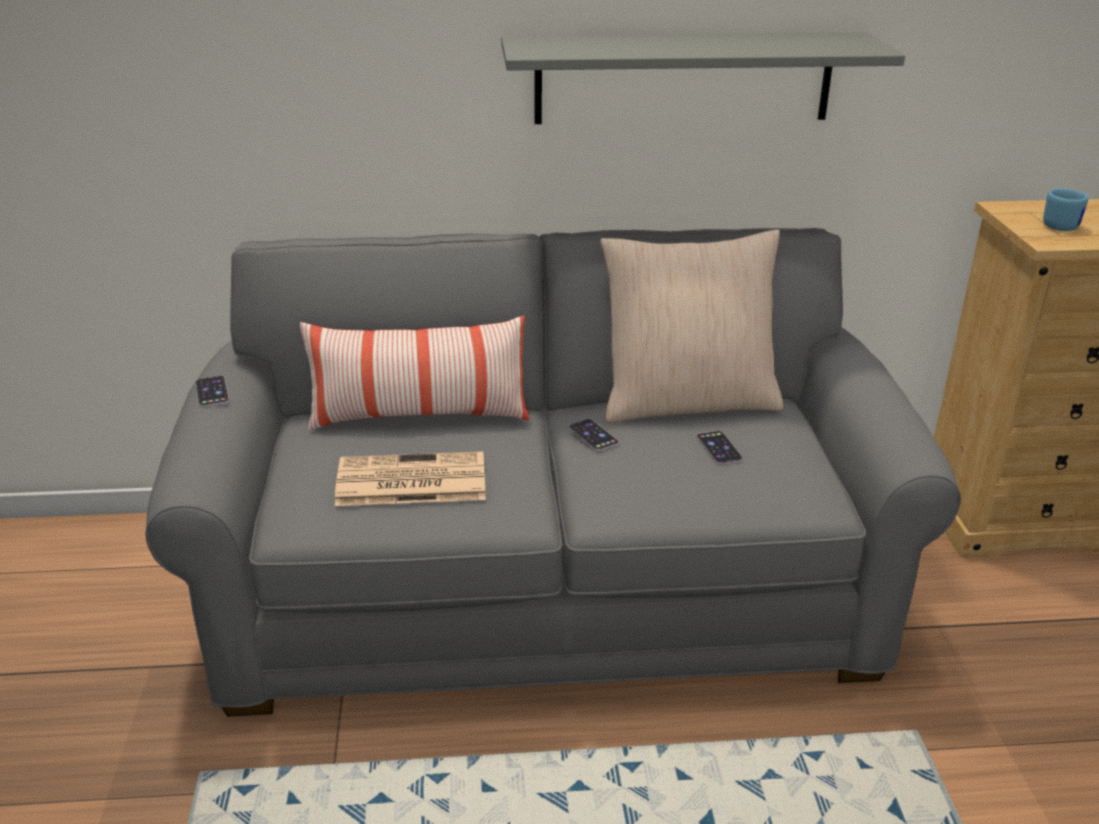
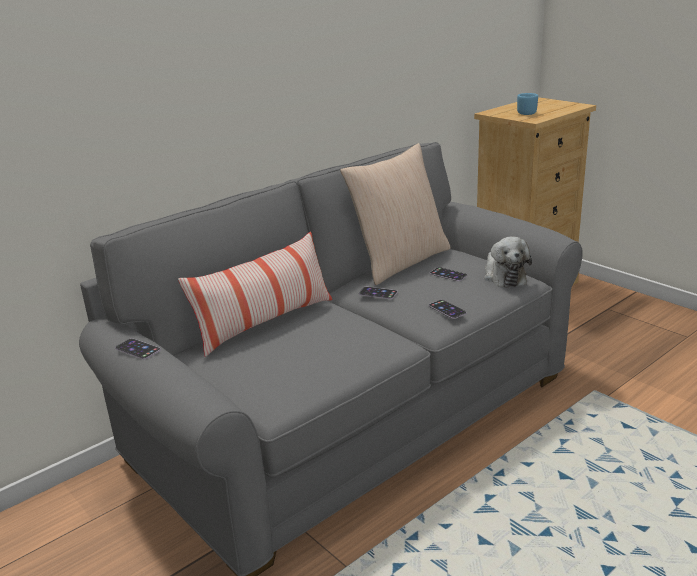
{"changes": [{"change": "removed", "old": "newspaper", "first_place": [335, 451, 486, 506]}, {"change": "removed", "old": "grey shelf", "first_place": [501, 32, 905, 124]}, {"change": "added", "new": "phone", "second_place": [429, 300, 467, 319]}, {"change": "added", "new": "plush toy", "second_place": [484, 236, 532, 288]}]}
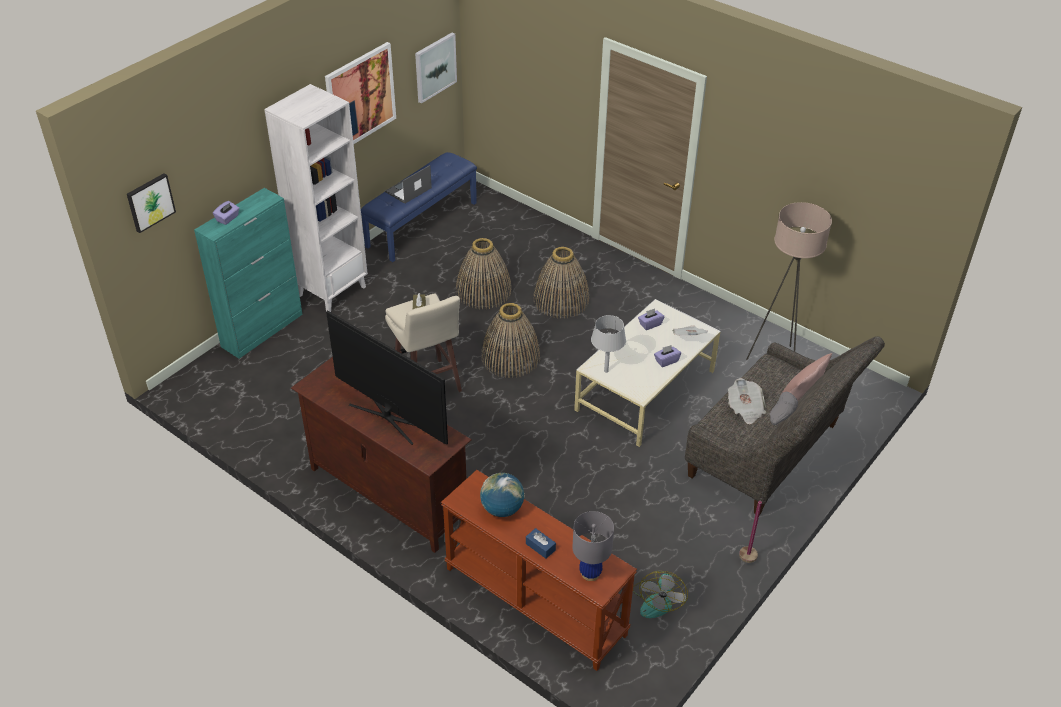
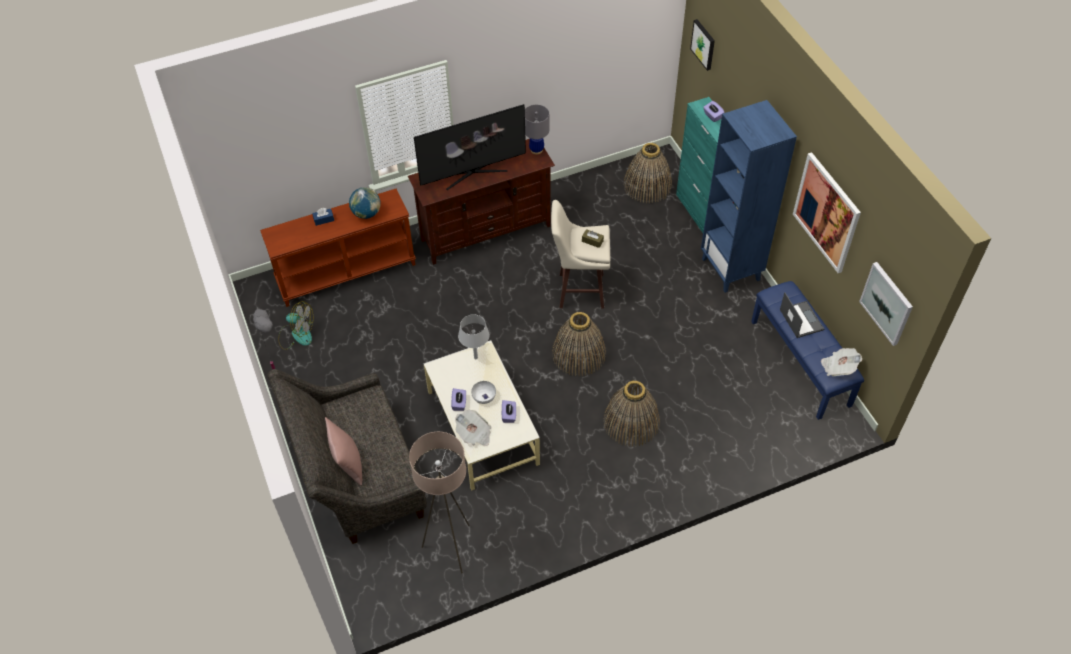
{"changes": [{"change": "added", "new": "white bowl", "second_place": [471, 381, 496, 404]}, {"change": "moved", "old": "basket", "first_place": [456, 238, 512, 309], "second_place": [624, 143, 672, 204]}, {"change": "moved", "old": "grey table lamp", "first_place": [573, 511, 614, 581], "second_place": [525, 105, 549, 154]}, {"change": "moved", "old": "newspaper", "first_place": [728, 378, 766, 424], "second_place": [821, 348, 862, 376]}, {"change": "recoloured", "old": "white bookcase", "new": "blue bookcase", "first_place": [264, 84, 368, 312], "second_place": [701, 100, 797, 293]}, {"change": "turned", "old": "fan", "first_place": [633, 571, 688, 618], "second_place": [278, 301, 313, 350], "degrees": 150}]}
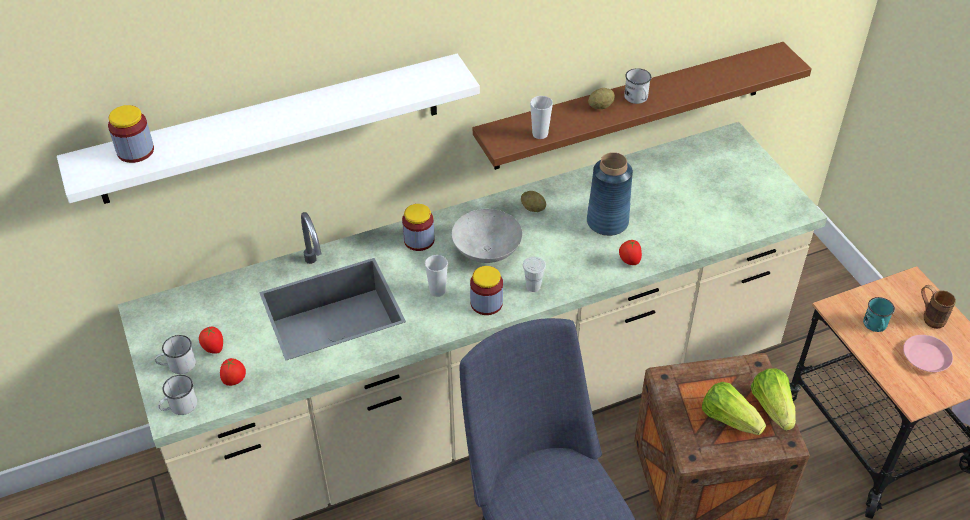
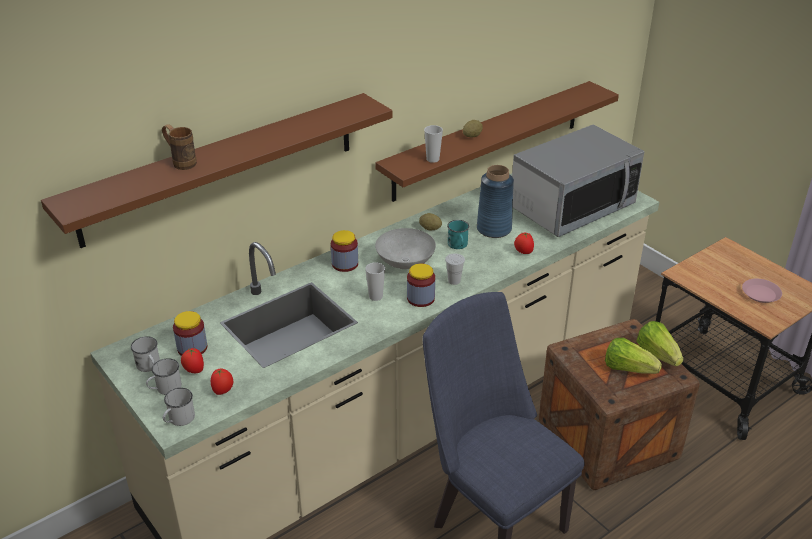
{"changes": [{"change": "added", "new": "microwave", "second_place": [512, 125, 644, 237]}, {"change": "moved", "old": "jar", "first_place": [108, 105, 154, 163], "second_place": [173, 311, 207, 356]}, {"change": "moved", "old": "white mug", "first_place": [624, 68, 652, 104], "second_place": [131, 336, 160, 372]}, {"change": "moved", "old": "turquoise mug", "first_place": [863, 297, 895, 332], "second_place": [447, 220, 469, 249]}, {"change": "moved", "old": "brown mug", "first_place": [921, 285, 956, 329], "second_place": [162, 124, 197, 170]}, {"change": "recoloured", "old": "white shelf", "new": "brown shelf", "first_place": [57, 54, 480, 204], "second_place": [41, 93, 393, 248]}]}
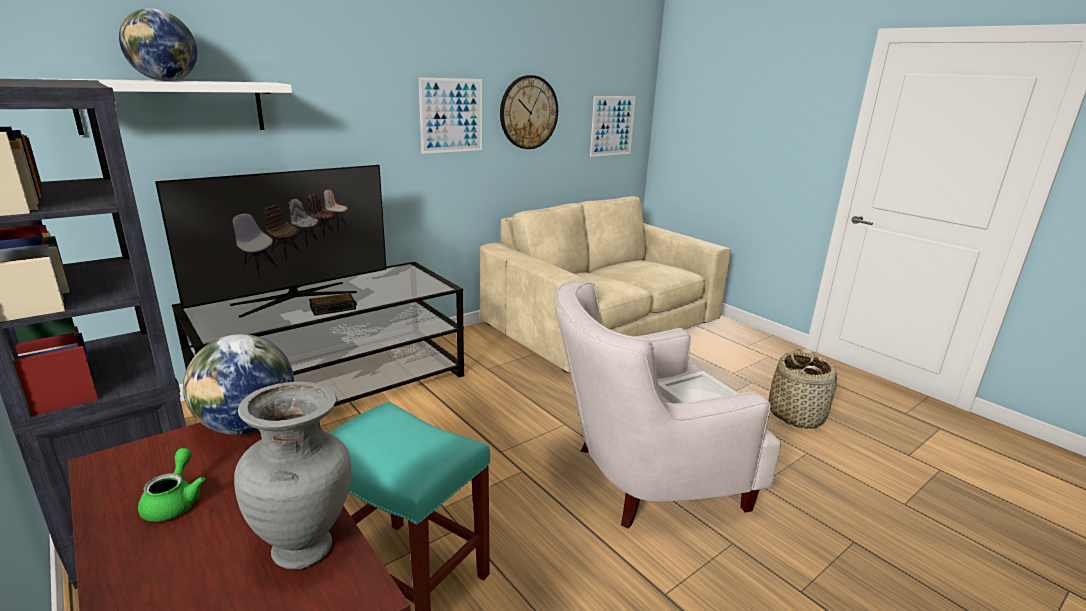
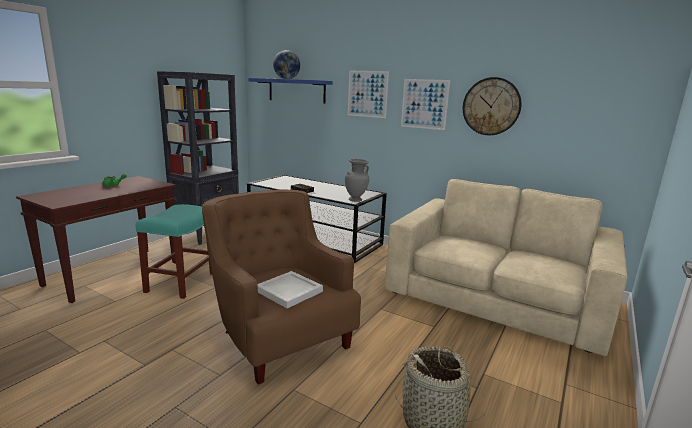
{"changes": [{"change": "removed", "old": "television", "first_place": [155, 165, 386, 318]}, {"change": "removed", "old": "globe", "first_place": [183, 334, 294, 435]}, {"change": "moved", "old": "grey vase", "first_place": [234, 382, 351, 569], "second_place": [345, 159, 369, 202]}, {"change": "moved", "old": "picture", "first_place": [590, 96, 636, 157], "second_place": [348, 71, 389, 118]}, {"change": "recoloured", "old": "white shelf", "new": "blue shelf", "first_place": [39, 78, 292, 135], "second_place": [248, 78, 333, 104]}, {"change": "recoloured", "old": "white armchair", "new": "brown armchair", "first_place": [555, 281, 781, 529], "second_place": [202, 190, 361, 384]}]}
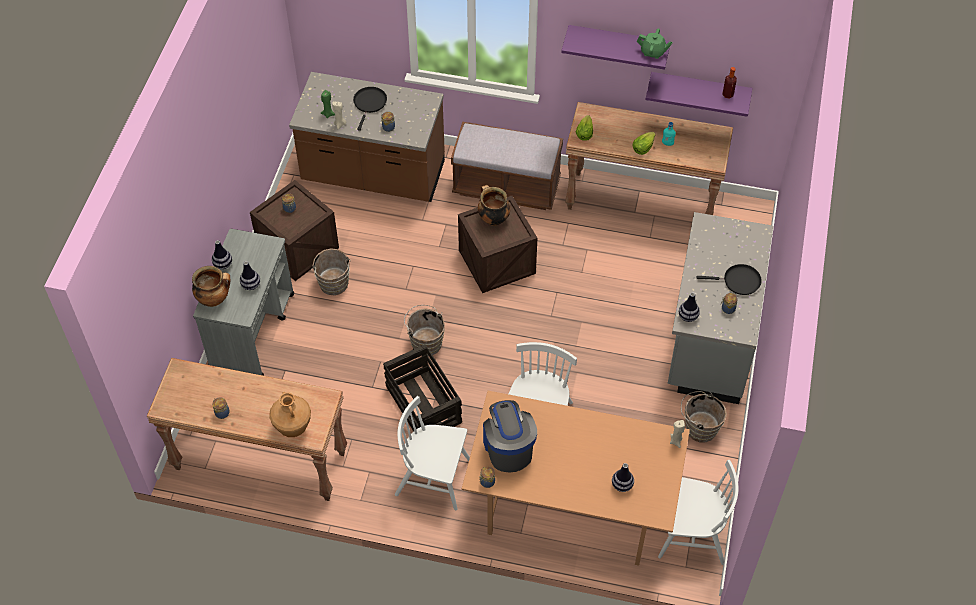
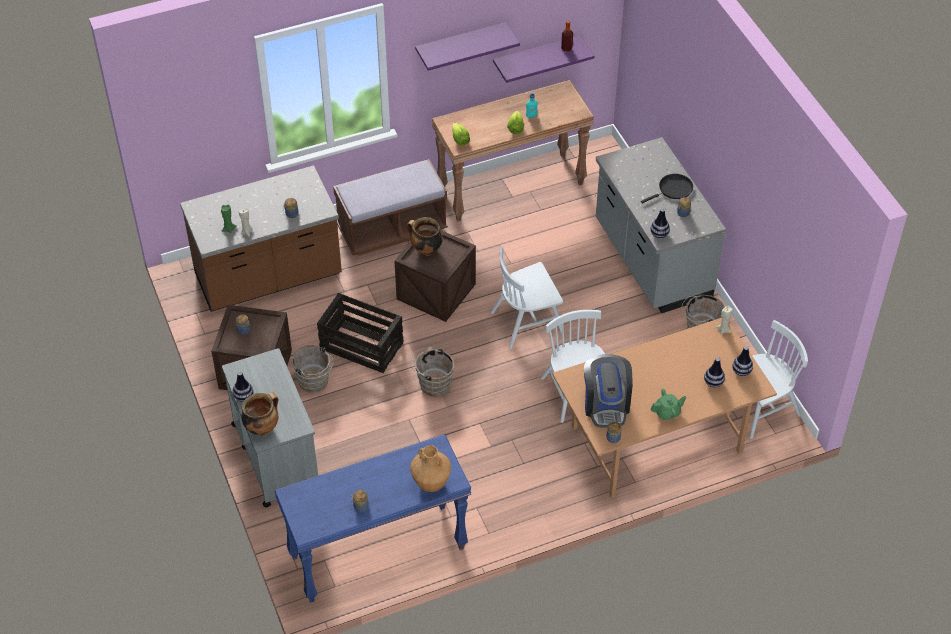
{"changes": [{"change": "removed", "old": "black frying pan", "first_place": [353, 87, 387, 131]}, {"change": "moved", "old": "vase", "first_place": [240, 261, 260, 290], "second_place": [732, 346, 753, 376]}, {"change": "moved", "old": "crate", "first_place": [383, 344, 462, 431], "second_place": [317, 293, 403, 373]}, {"change": "moved", "old": "white chair", "first_place": [395, 396, 470, 510], "second_place": [491, 246, 563, 349]}, {"change": "moved", "old": "green teapot", "first_place": [637, 28, 672, 59], "second_place": [651, 389, 686, 420]}, {"change": "recoloured", "old": "brown console table", "new": "blue console table", "first_place": [147, 358, 347, 501], "second_place": [275, 434, 471, 603]}, {"change": "turned", "old": "coffee machine", "first_place": [483, 400, 537, 473], "second_place": [584, 354, 632, 428], "degrees": -135}]}
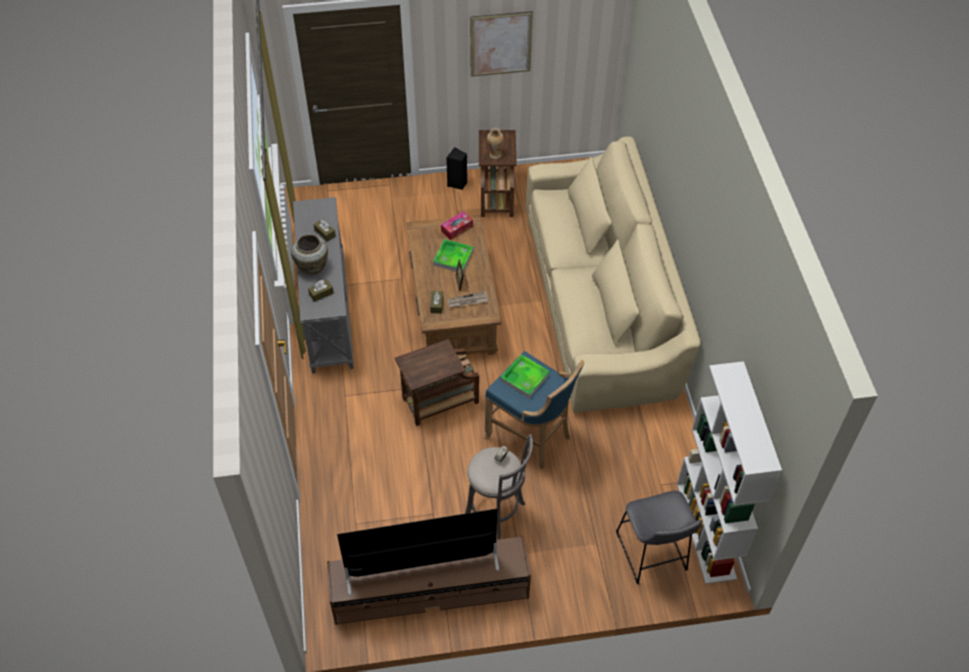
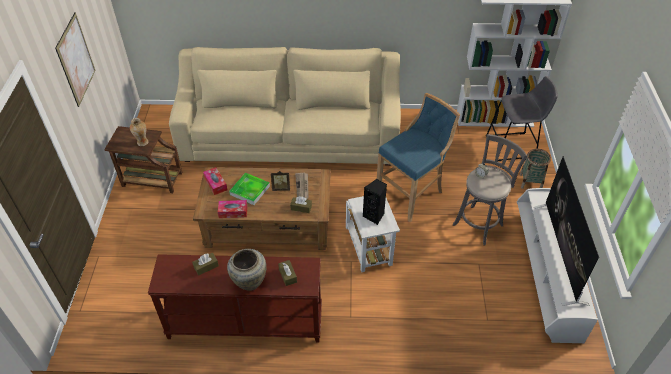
{"changes": [{"change": "removed", "old": "tray", "first_place": [500, 354, 550, 398]}, {"change": "added", "new": "tissue box", "second_place": [218, 200, 247, 218]}, {"change": "added", "new": "basket", "second_place": [520, 149, 551, 189]}, {"change": "moved", "old": "black speaker", "first_place": [446, 147, 467, 190], "second_place": [363, 179, 387, 225]}, {"change": "recoloured", "old": "grey console table", "new": "brown console table", "first_place": [293, 197, 354, 374], "second_place": [148, 254, 322, 343]}, {"change": "recoloured", "old": "brown tv stand", "new": "white tv stand", "first_place": [327, 535, 531, 625], "second_place": [517, 188, 598, 343]}, {"change": "recoloured", "old": "brown side table", "new": "white side table", "first_place": [395, 339, 479, 426], "second_place": [346, 196, 400, 272]}]}
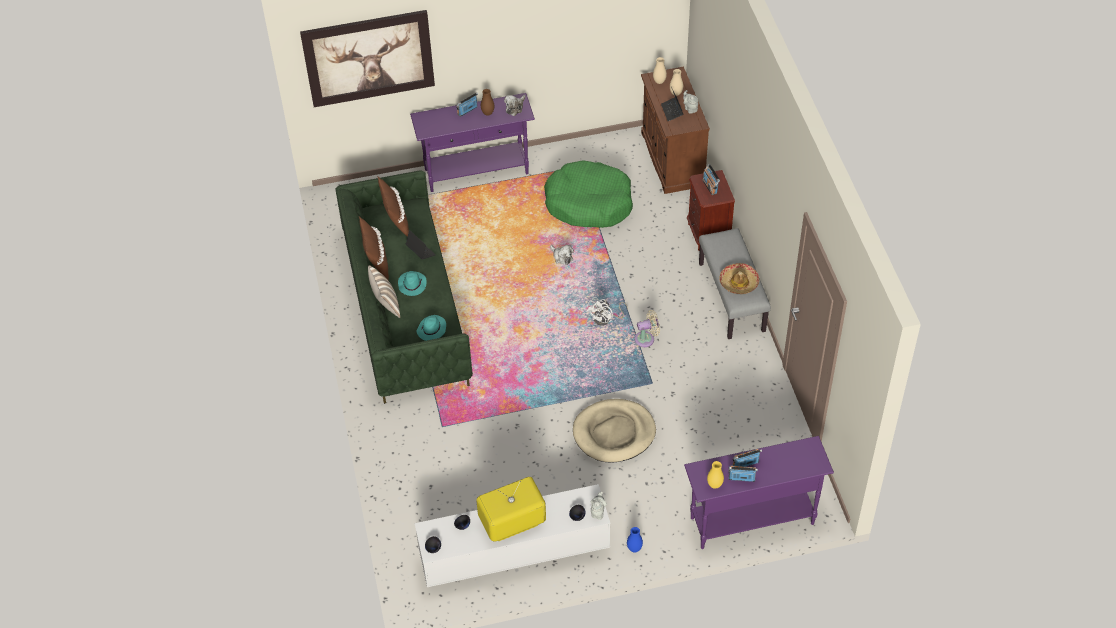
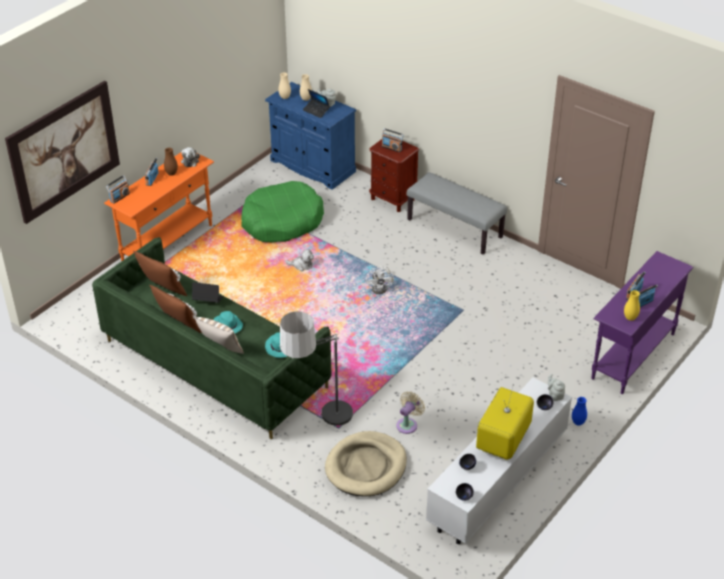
{"changes": [{"change": "removed", "old": "hat", "first_place": [719, 263, 759, 294]}, {"change": "added", "new": "radio", "second_place": [106, 175, 130, 204]}, {"change": "added", "new": "floor lamp", "second_place": [280, 311, 353, 432]}, {"change": "moved", "old": "beige dog bed", "first_place": [573, 399, 656, 463], "second_place": [325, 431, 407, 497]}, {"change": "moved", "old": "beige fan", "first_place": [635, 310, 660, 347], "second_place": [397, 391, 425, 434]}, {"change": "recoloured", "old": "purple console table", "new": "orange console table", "first_place": [410, 93, 535, 192], "second_place": [104, 153, 214, 261]}, {"change": "recoloured", "old": "brown cabinet", "new": "blue cabinet", "first_place": [641, 67, 710, 194], "second_place": [265, 82, 356, 190]}]}
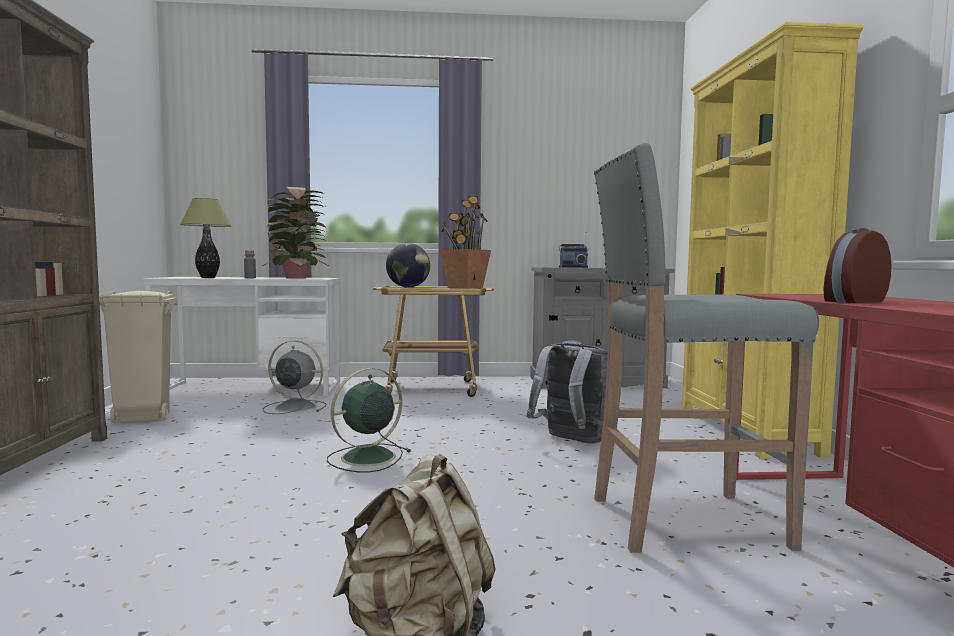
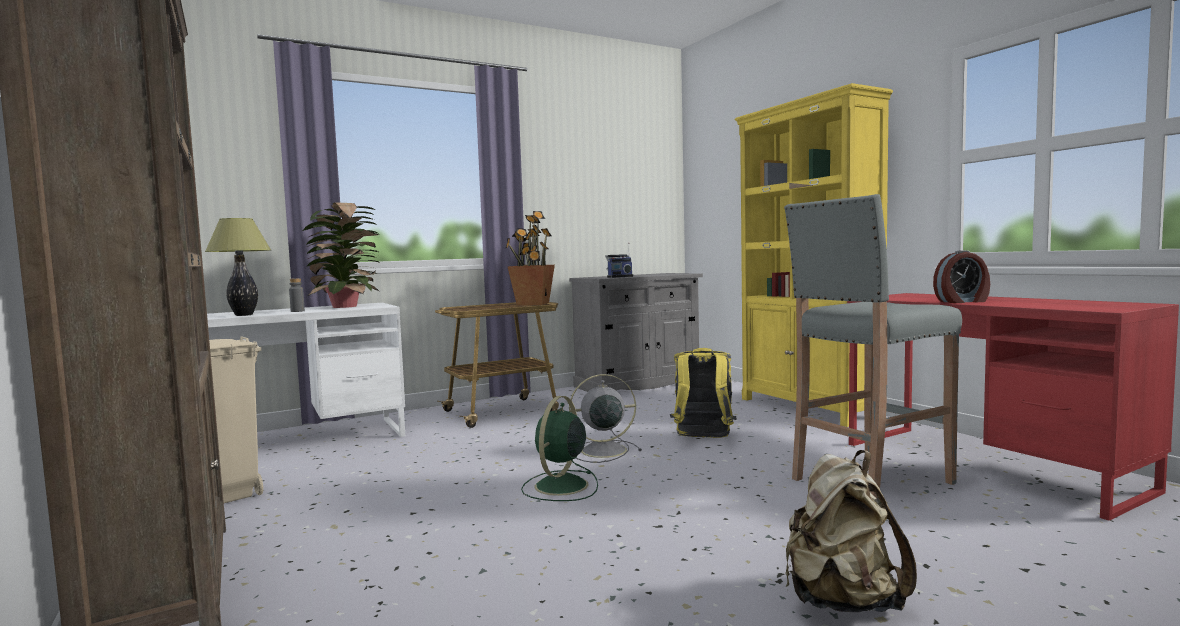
{"changes": [{"change": "removed", "old": "globe", "first_place": [386, 243, 430, 288]}, {"change": "moved", "old": "grey fan", "first_place": [263, 341, 326, 414], "second_place": [569, 374, 642, 463]}, {"change": "recoloured", "old": "grey backpack", "new": "yellow backpack", "first_place": [527, 340, 607, 444], "second_place": [670, 348, 736, 438]}, {"change": "turned", "old": "alarm clock", "first_place": [824, 228, 891, 303], "second_place": [933, 250, 990, 303], "degrees": -135}]}
